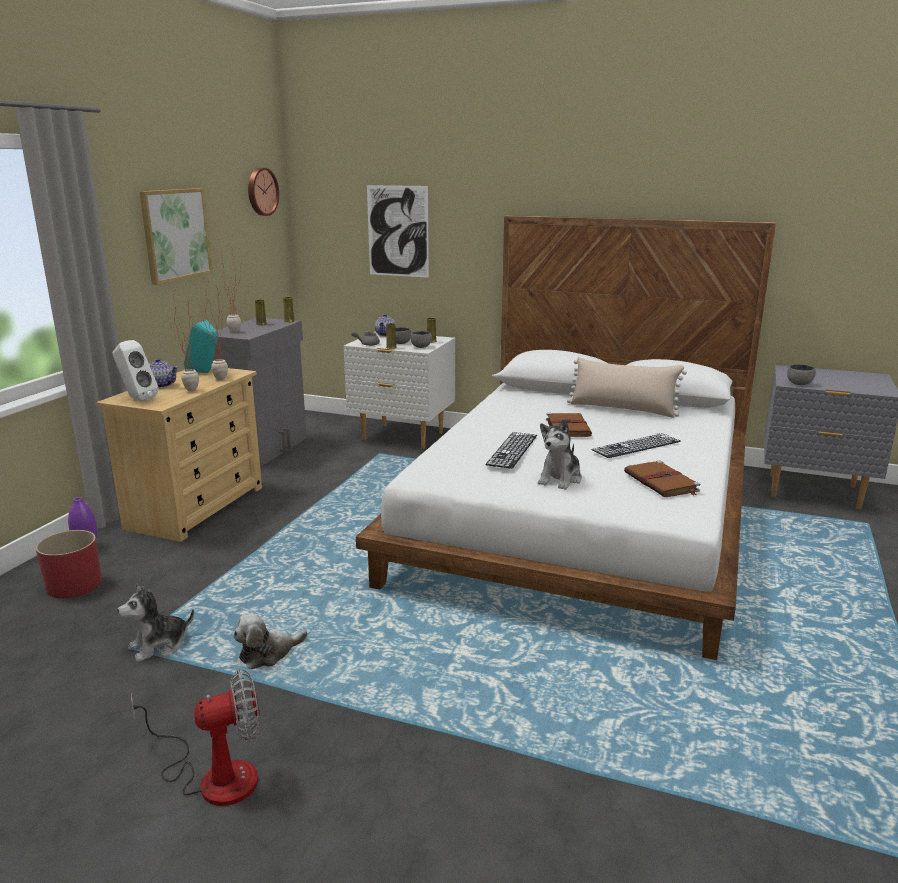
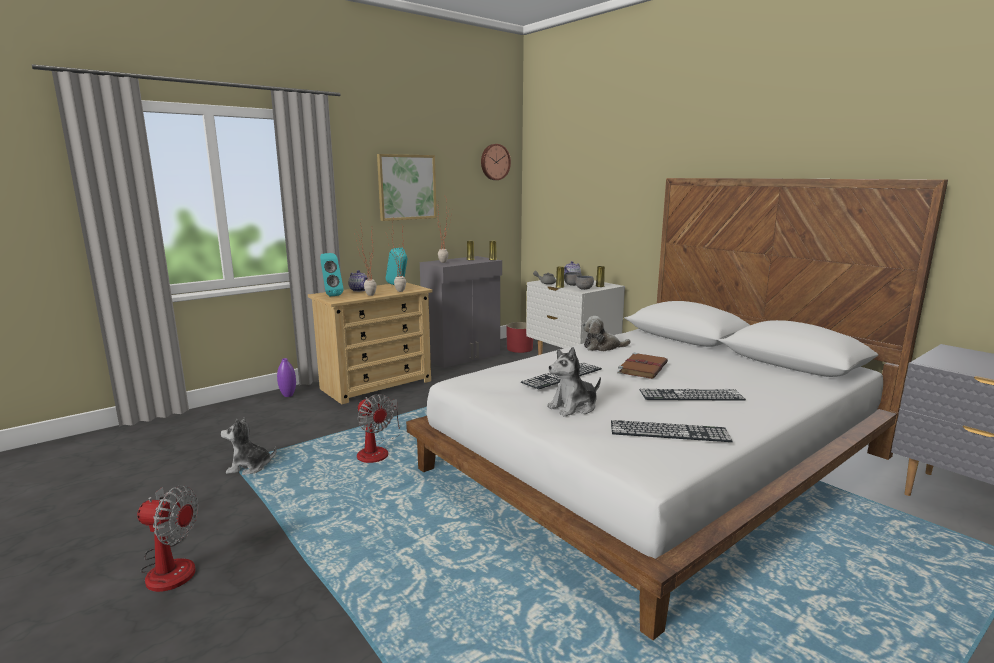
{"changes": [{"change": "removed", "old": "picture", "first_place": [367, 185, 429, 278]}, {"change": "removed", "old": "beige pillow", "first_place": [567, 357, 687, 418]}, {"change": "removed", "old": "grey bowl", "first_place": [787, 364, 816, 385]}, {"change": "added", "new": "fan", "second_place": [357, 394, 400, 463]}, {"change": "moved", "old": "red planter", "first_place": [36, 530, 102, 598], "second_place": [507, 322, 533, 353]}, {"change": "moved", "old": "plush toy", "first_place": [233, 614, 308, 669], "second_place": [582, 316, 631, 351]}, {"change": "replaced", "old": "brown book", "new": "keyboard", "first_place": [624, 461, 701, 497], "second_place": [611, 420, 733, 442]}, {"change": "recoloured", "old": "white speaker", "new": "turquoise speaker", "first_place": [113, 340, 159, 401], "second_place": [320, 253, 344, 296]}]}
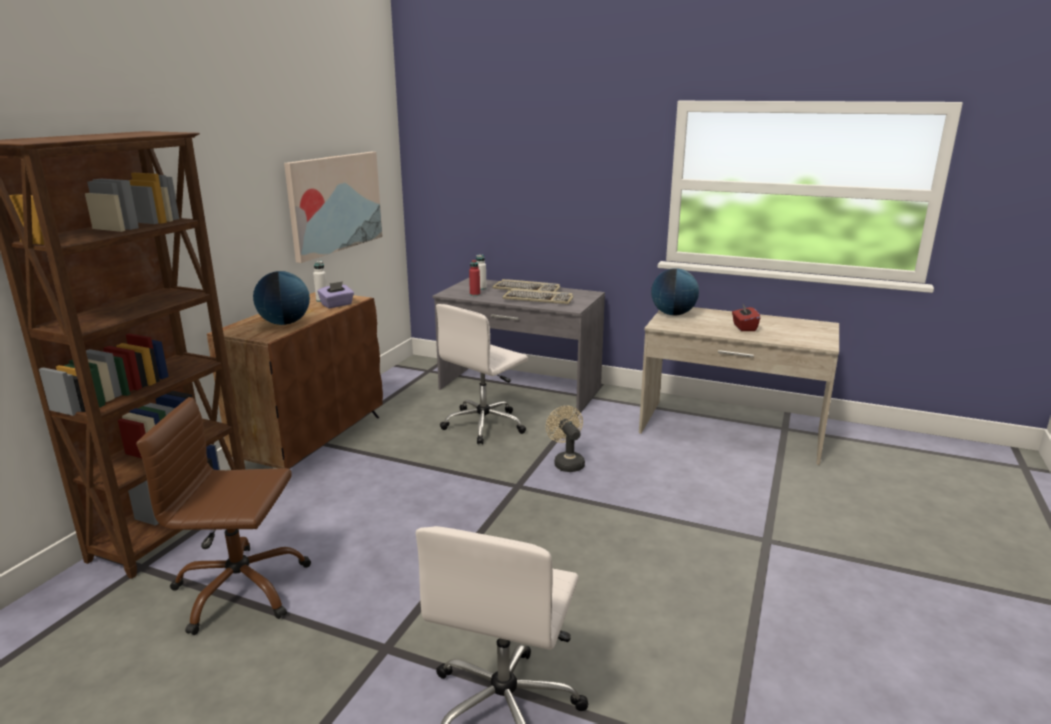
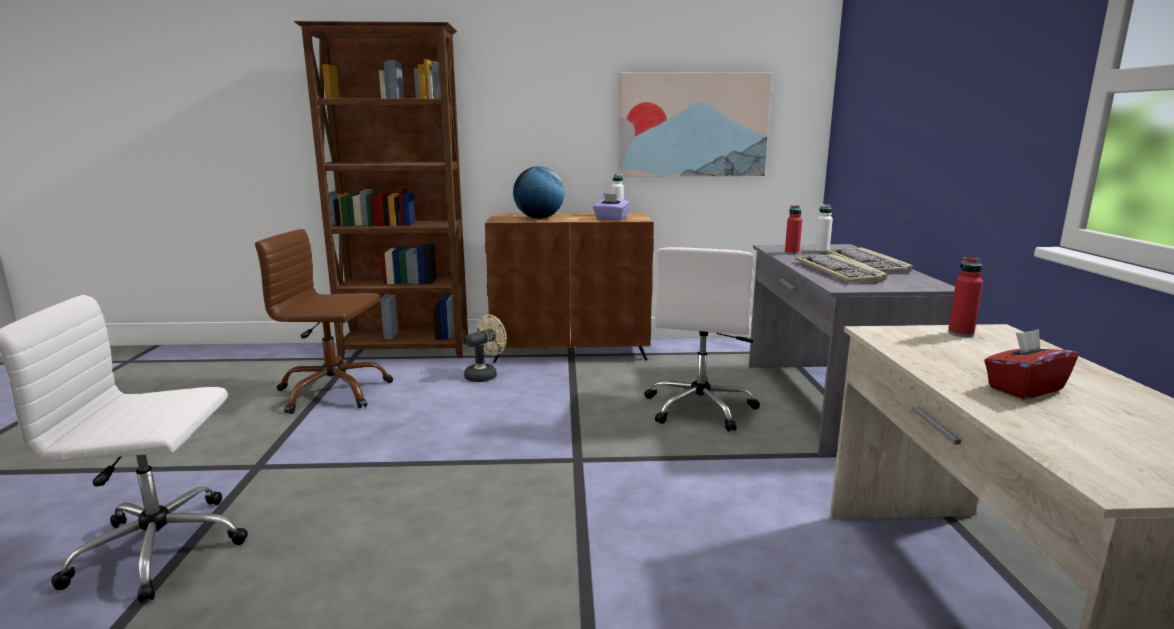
{"changes": [{"change": "moved", "old": "beige fan", "first_place": [546, 405, 585, 472], "second_place": [464, 315, 507, 382]}, {"change": "replaced", "old": "globe", "new": "red bottle", "first_place": [651, 268, 699, 315], "second_place": [948, 257, 983, 337]}, {"change": "turned", "old": "brown office chair", "first_place": [136, 397, 311, 635], "second_place": [255, 229, 393, 414], "degrees": -60}, {"change": "turned", "old": "white office chair", "first_place": [436, 304, 528, 445], "second_place": [645, 247, 760, 431], "degrees": -90}]}
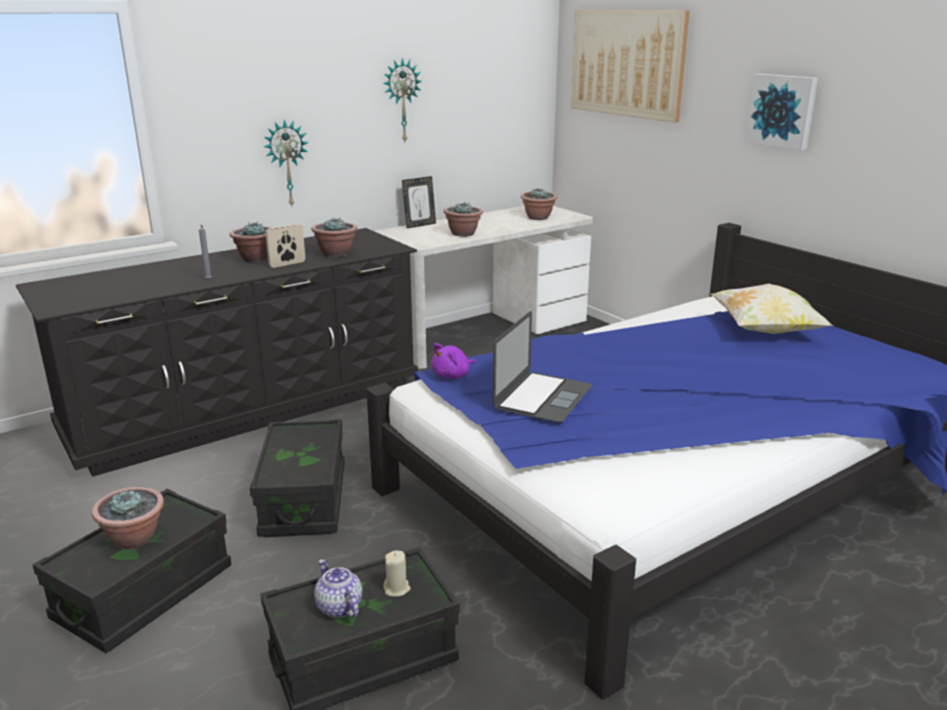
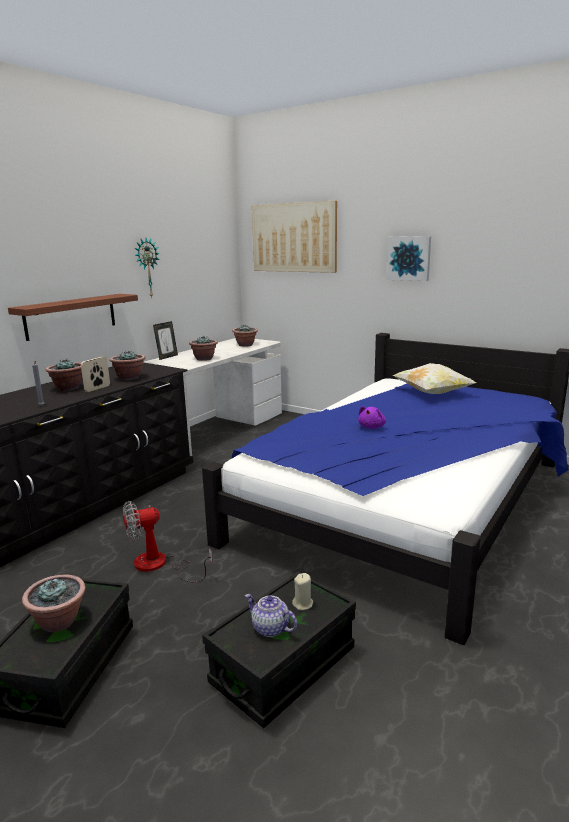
{"changes": [{"change": "removed", "old": "laptop", "first_place": [493, 311, 592, 423]}, {"change": "moved", "old": "purple plush toy", "first_place": [431, 343, 476, 378], "second_place": [358, 406, 386, 429]}, {"change": "replaced", "old": "black storage box", "new": "fan", "first_place": [250, 419, 345, 537], "second_place": [123, 501, 213, 582]}, {"change": "replaced", "old": "wall clock", "new": "shelf", "first_place": [264, 119, 309, 206], "second_place": [8, 294, 138, 341]}]}
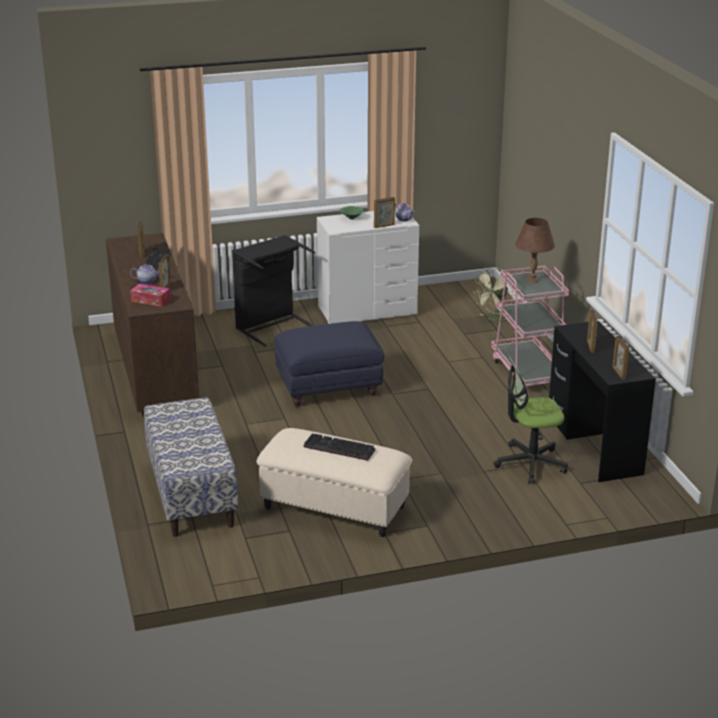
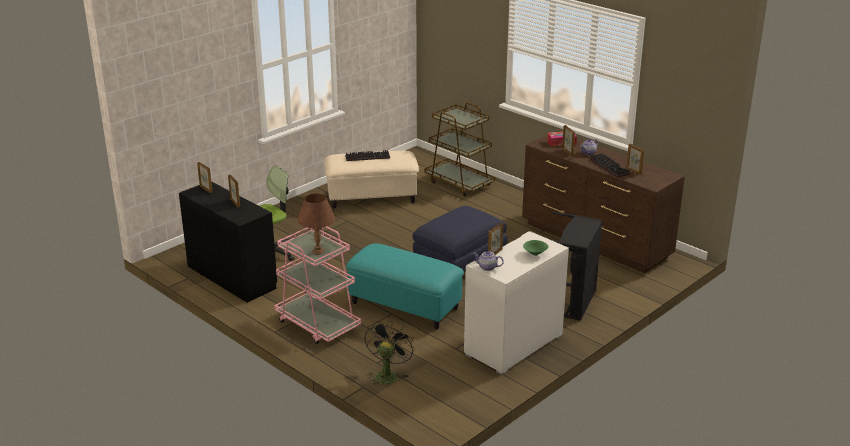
{"changes": [{"change": "added", "new": "turquoise ottoman", "second_place": [346, 243, 464, 330]}, {"change": "replaced", "old": "bench", "new": "brown cart", "first_place": [144, 397, 238, 537], "second_place": [425, 103, 495, 197]}, {"change": "recoloured", "old": "green fan", "new": "black fan", "first_place": [473, 267, 513, 325], "second_place": [365, 320, 415, 387]}]}
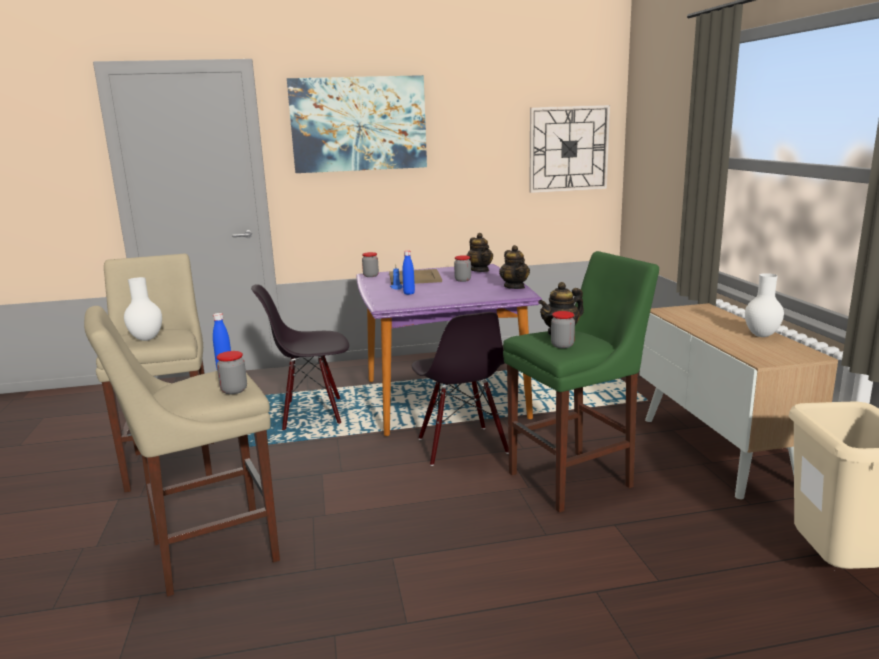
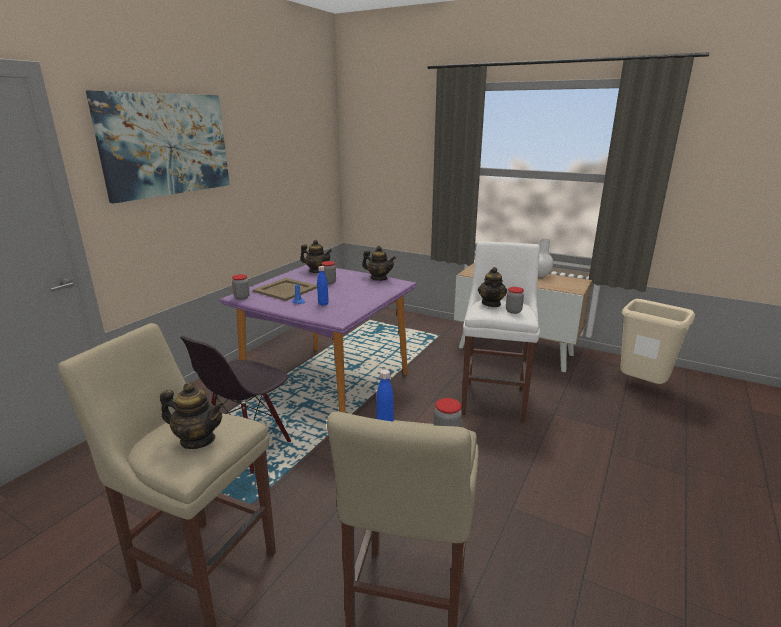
{"changes": [{"change": "removed", "old": "black chair", "first_place": [412, 312, 509, 466]}, {"change": "removed", "old": "wall clock", "first_place": [529, 105, 610, 193]}, {"change": "replaced", "old": "white vase", "new": "teapot", "first_place": [124, 277, 162, 341], "second_place": [160, 383, 224, 449]}, {"change": "recoloured", "old": "green stool", "new": "white stool", "first_place": [503, 251, 659, 513], "second_place": [461, 241, 540, 423]}]}
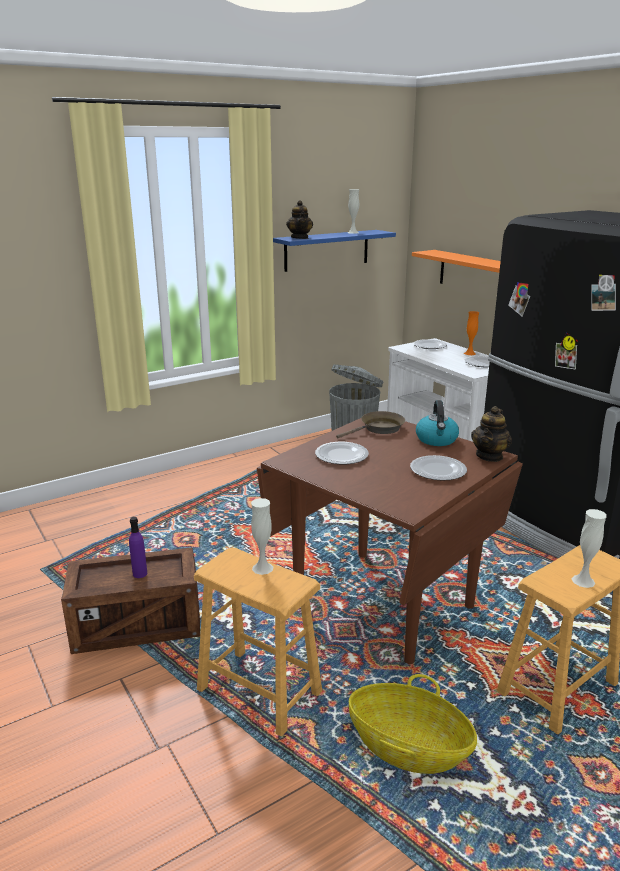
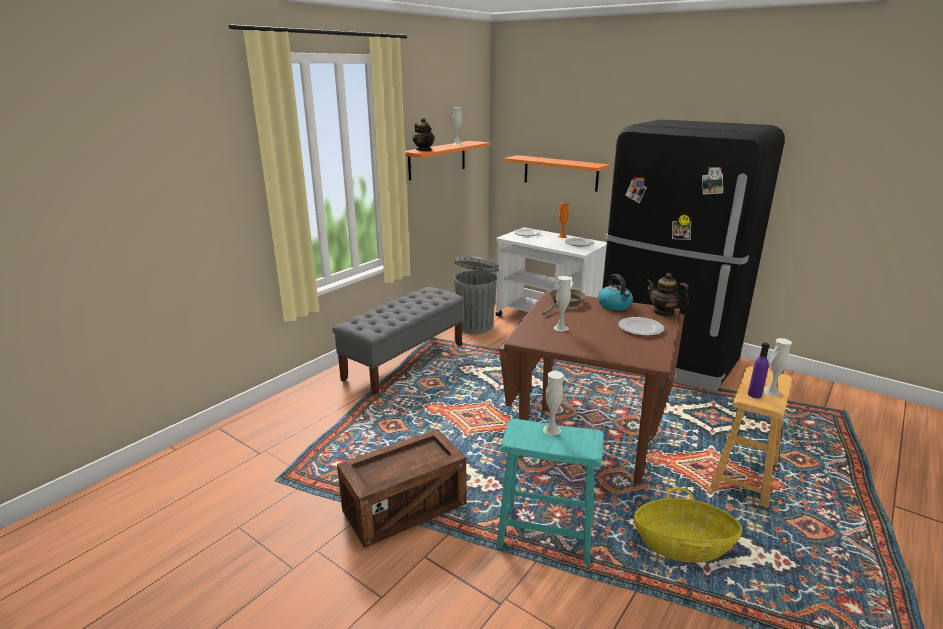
{"changes": [{"change": "added", "new": "grey bench", "second_place": [332, 287, 465, 395]}, {"change": "moved", "old": "purple bottle", "first_place": [129, 517, 147, 578], "second_place": [748, 342, 770, 398]}, {"change": "replaced", "old": "plate", "new": "white vase", "first_place": [315, 442, 369, 464], "second_place": [554, 276, 571, 331]}, {"change": "recoloured", "old": "brown stool", "new": "turquoise stool", "first_place": [194, 548, 322, 736], "second_place": [496, 419, 604, 565]}, {"change": "recoloured", "old": "blue shelf", "new": "orange shelf", "first_place": [273, 230, 396, 272], "second_place": [405, 141, 490, 181]}, {"change": "turned", "old": "teapot", "first_place": [471, 406, 512, 462], "second_place": [646, 273, 689, 316], "degrees": 120}]}
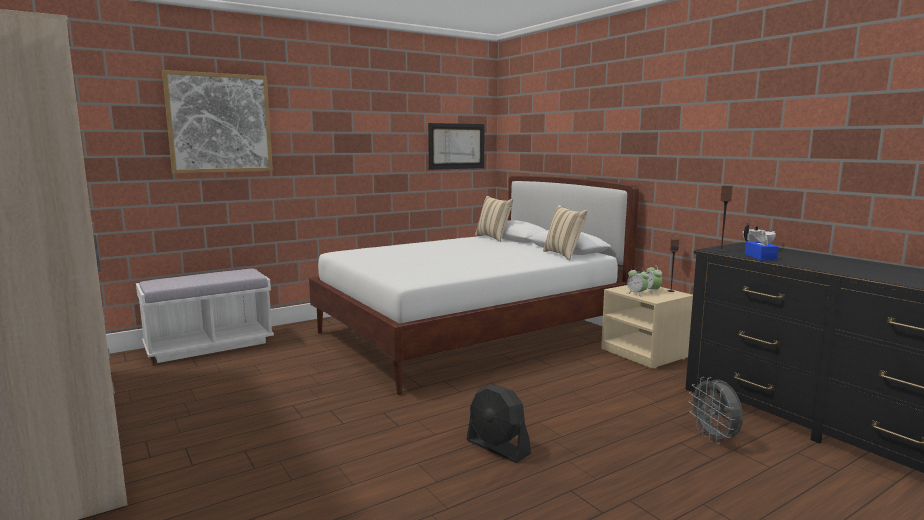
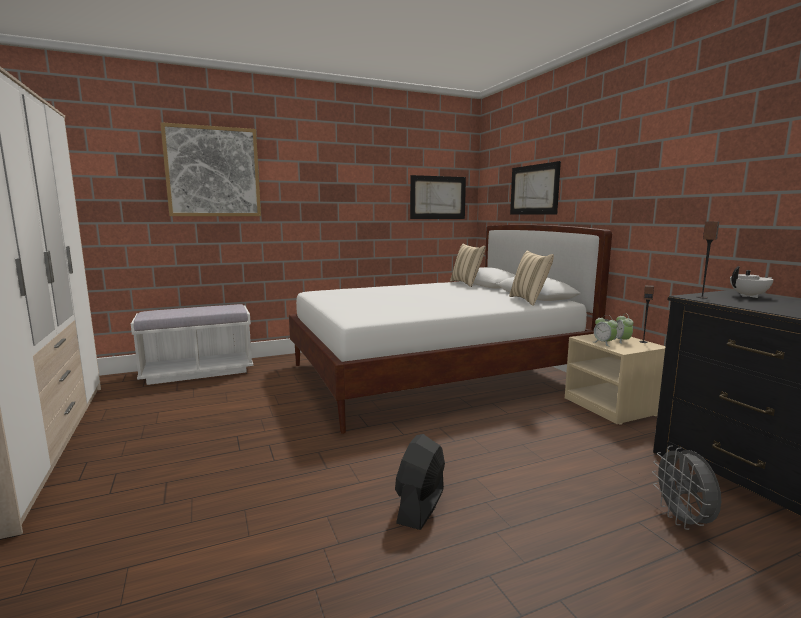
{"changes": [{"change": "removed", "old": "blue tissue box", "first_place": [745, 230, 779, 260]}, {"change": "added", "new": "picture", "second_place": [510, 161, 561, 215]}, {"change": "turned", "old": "black fan", "first_place": [467, 384, 531, 463], "second_place": [395, 434, 445, 530], "degrees": 60}]}
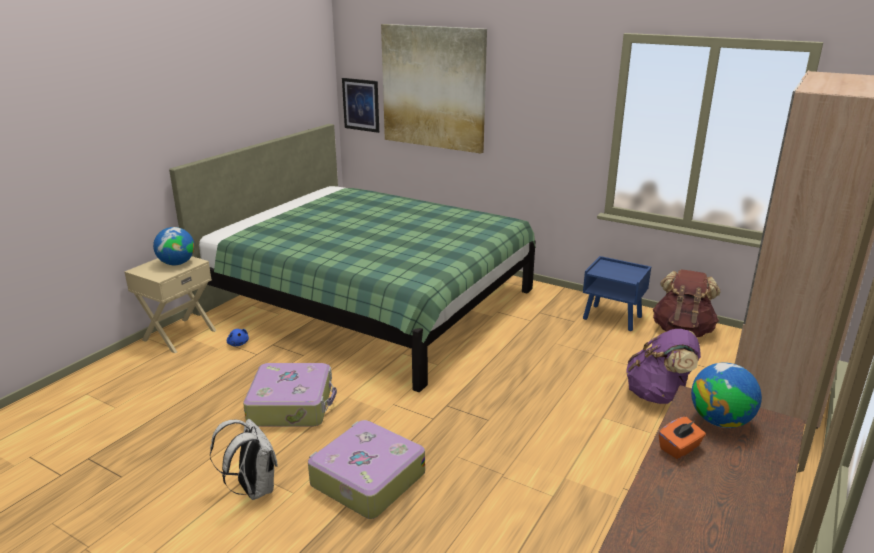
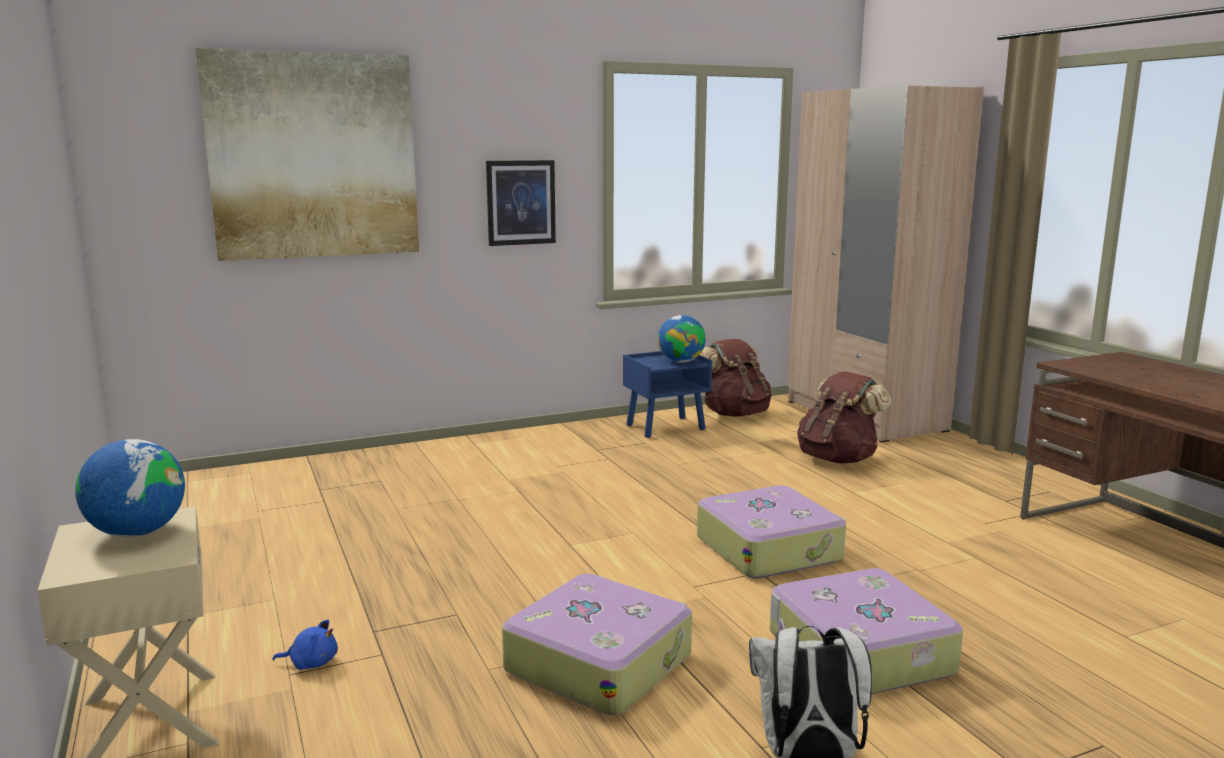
{"changes": [{"change": "removed", "old": "green bed", "first_place": [169, 124, 536, 393]}, {"change": "removed", "old": "orange tissue box", "first_place": [659, 417, 706, 459]}, {"change": "added", "new": "suitcase", "second_place": [697, 485, 846, 579]}, {"change": "moved", "old": "picture", "first_place": [342, 78, 379, 133], "second_place": [486, 160, 556, 246]}, {"change": "moved", "old": "globe", "first_place": [691, 362, 762, 428], "second_place": [658, 315, 706, 363]}, {"change": "recoloured", "old": "purple backpack", "new": "brown backpack", "first_place": [627, 329, 701, 404], "second_place": [797, 371, 891, 464]}]}
